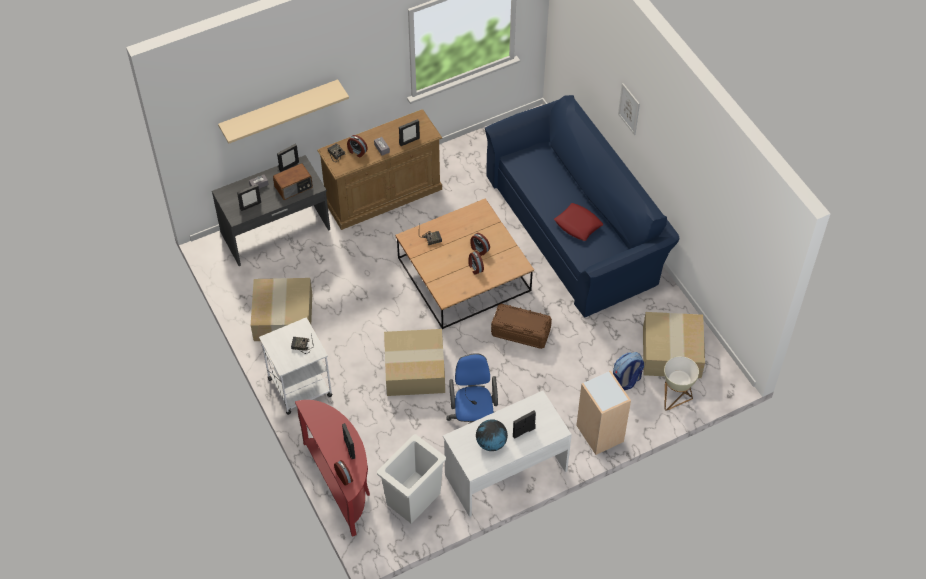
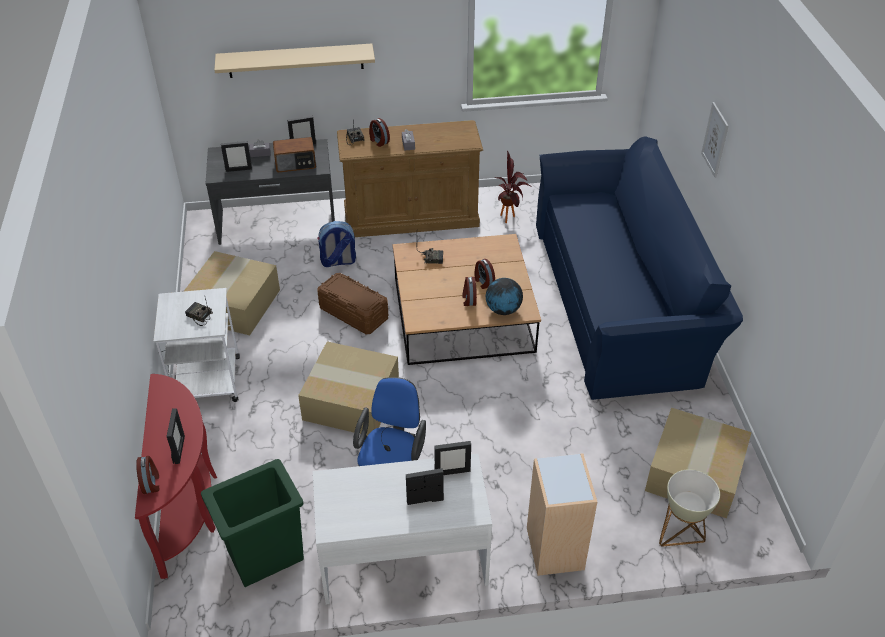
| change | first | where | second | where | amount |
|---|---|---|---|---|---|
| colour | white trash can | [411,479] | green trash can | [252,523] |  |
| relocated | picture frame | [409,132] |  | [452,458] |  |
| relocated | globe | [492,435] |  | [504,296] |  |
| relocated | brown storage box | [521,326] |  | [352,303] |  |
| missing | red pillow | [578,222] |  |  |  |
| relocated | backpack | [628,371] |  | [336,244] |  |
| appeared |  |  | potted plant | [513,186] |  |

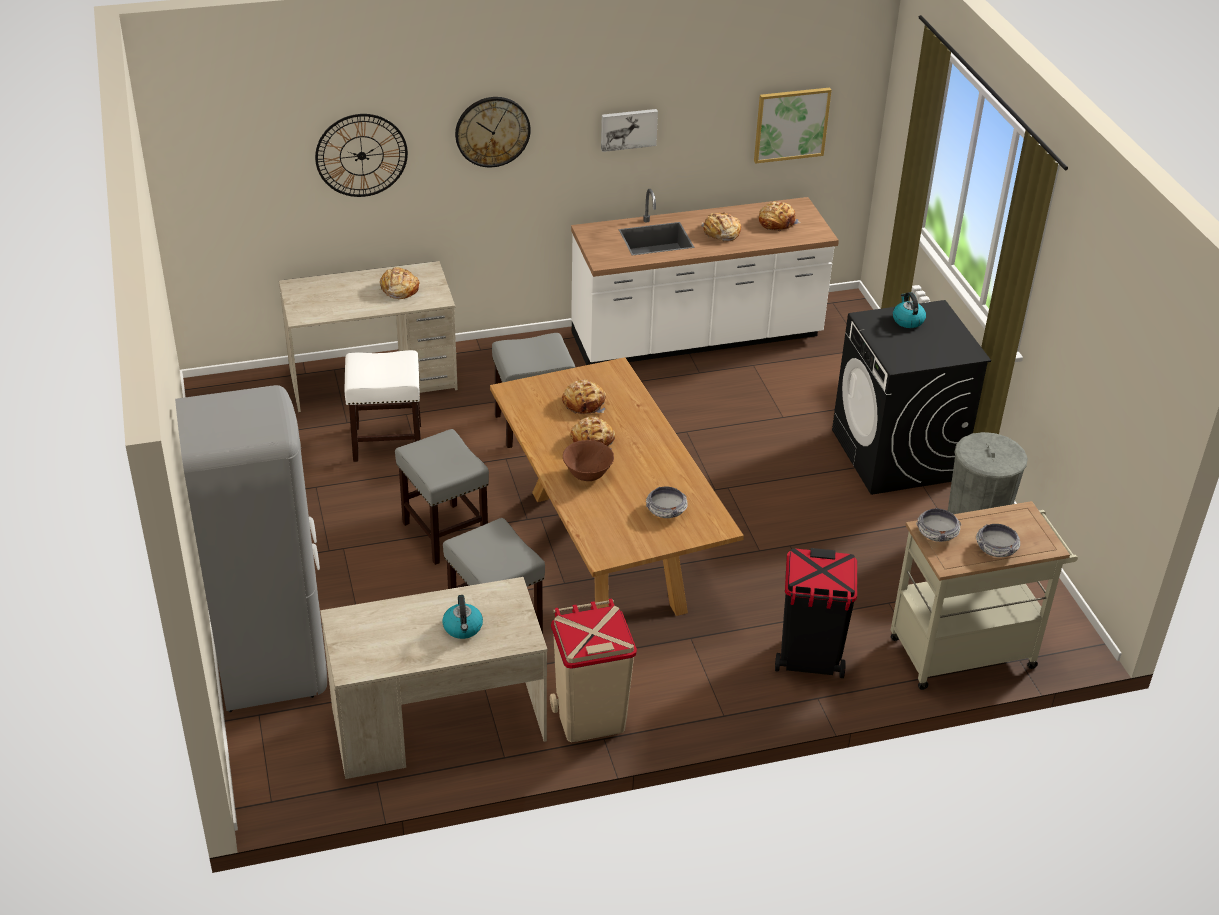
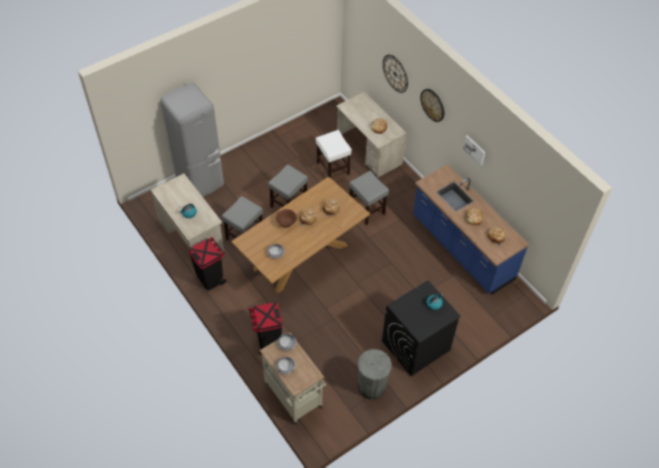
| change | first | where | second | where | amount |
|---|---|---|---|---|---|
| colour | beige trash can | [593,670] | black trash can | [207,264] |  |
| colour | white counter | [705,277] | blue counter | [471,229] |  |
| missing | picture | [792,125] |  |  |  |

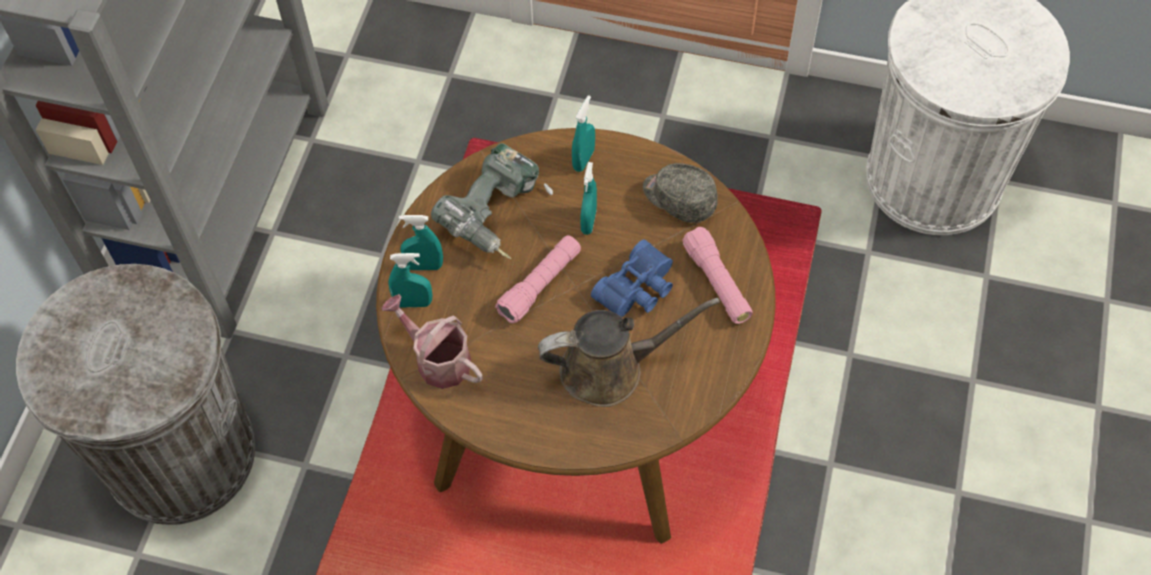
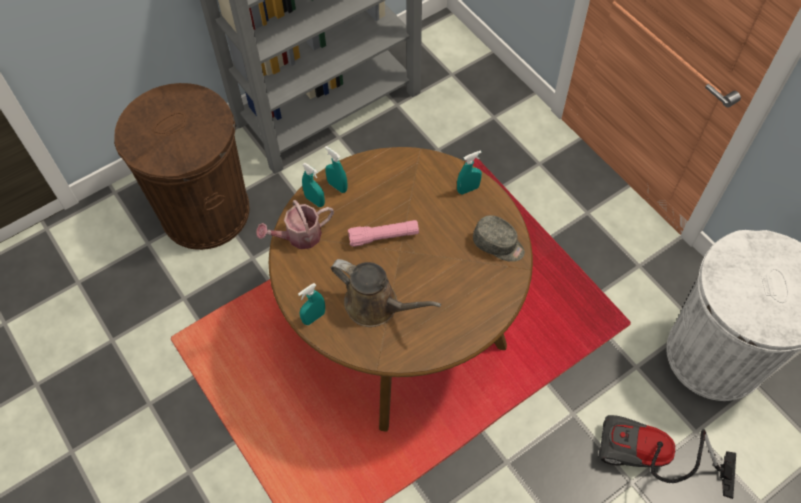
| change | first | where | second | where | amount |
|---|---|---|---|---|---|
| colour | grey trash can | [135,394] | brown trash can | [181,166] |  |
| spun | watering can | [432,341] |  | [295,224] | 105 degrees counterclockwise |
| missing | power drill | [492,201] |  |  |  |
| relocated | turquoise spray bottle | [588,198] |  | [311,304] |  |
| missing | blue binoculars | [632,278] |  |  |  |
| spun | grey cap | [680,193] |  | [499,238] | 135 degrees clockwise |
| missing | pink flashlight | [717,275] |  |  |  |
| appeared |  |  | vacuum cleaner | [667,457] |  |

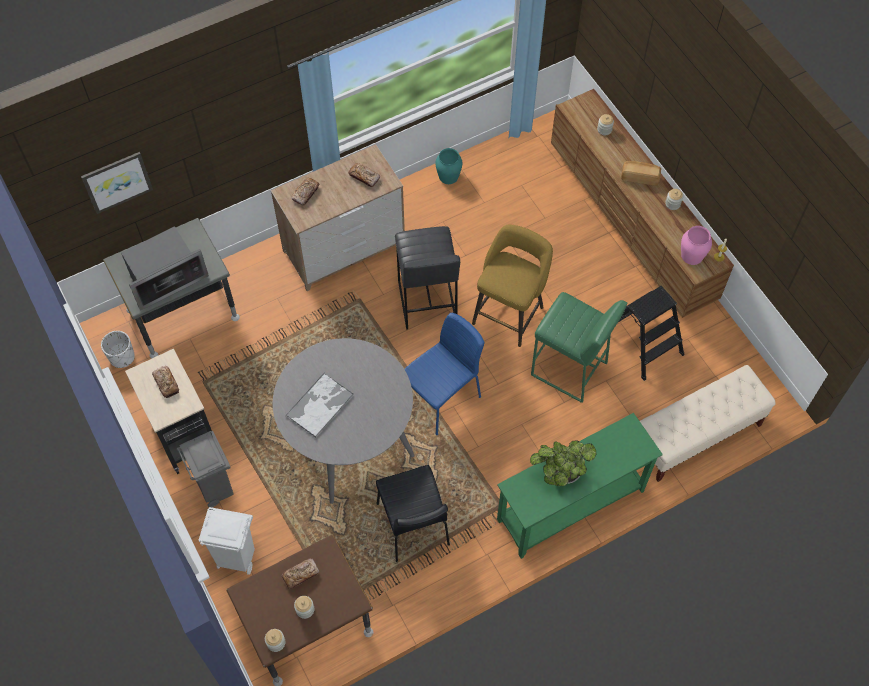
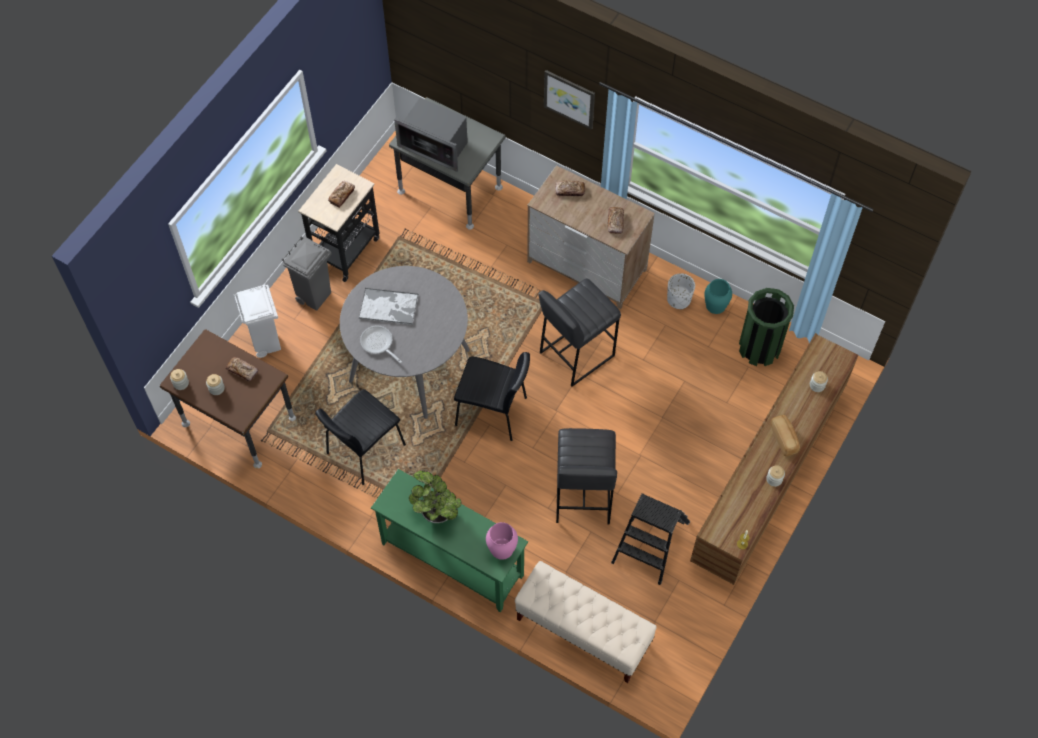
| change | first | where | second | where | amount |
|---|---|---|---|---|---|
| relocated | picture | [117,183] |  | [569,100] |  |
| relocated | white planter | [118,349] |  | [681,291] |  |
| colour | blue chair | [444,373] | black chair | [492,396] |  |
| missing | yellow stool | [512,286] |  |  |  |
| colour | green stool | [579,347] | grey stool | [586,476] |  |
| relocated | pink vase | [696,245] |  | [502,541] |  |
| appeared |  |  | frying pan | [381,344] |  |
| appeared |  |  | green trash can | [766,327] |  |

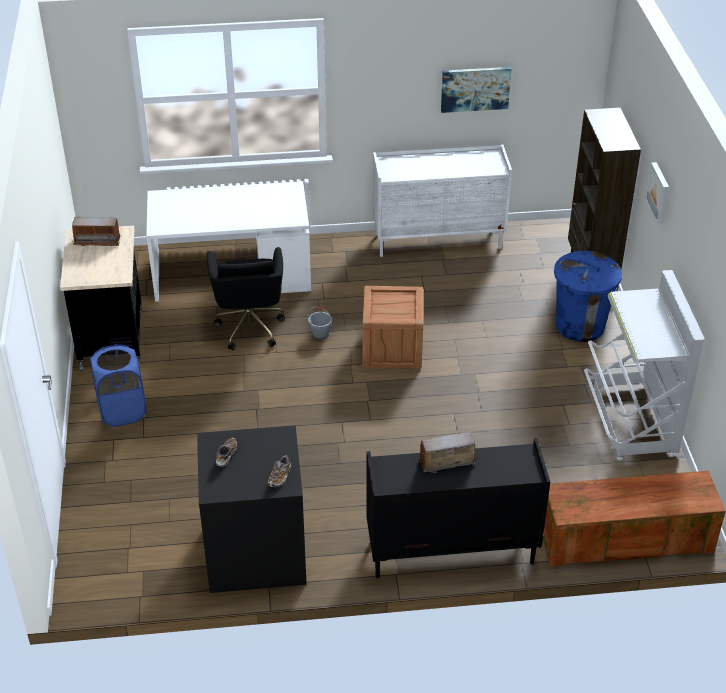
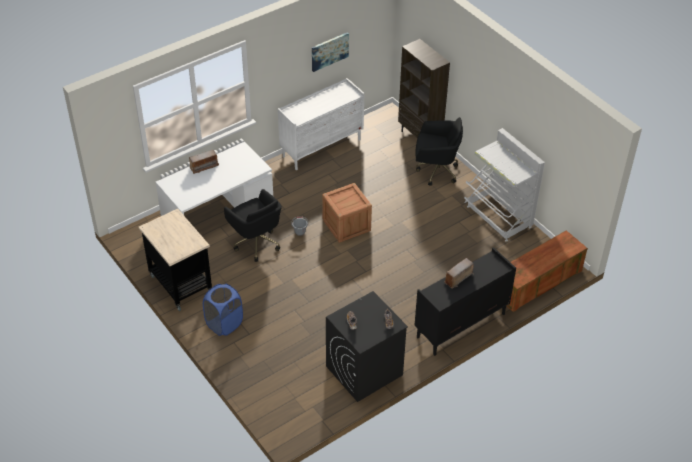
| change | first | where | second | where | amount |
|---|---|---|---|---|---|
| relocated | radio | [96,231] |  | [204,161] |  |
| exchanged | blue trash can | [588,296] | black office chair | [439,151] |  |
| missing | picture | [657,193] |  |  |  |

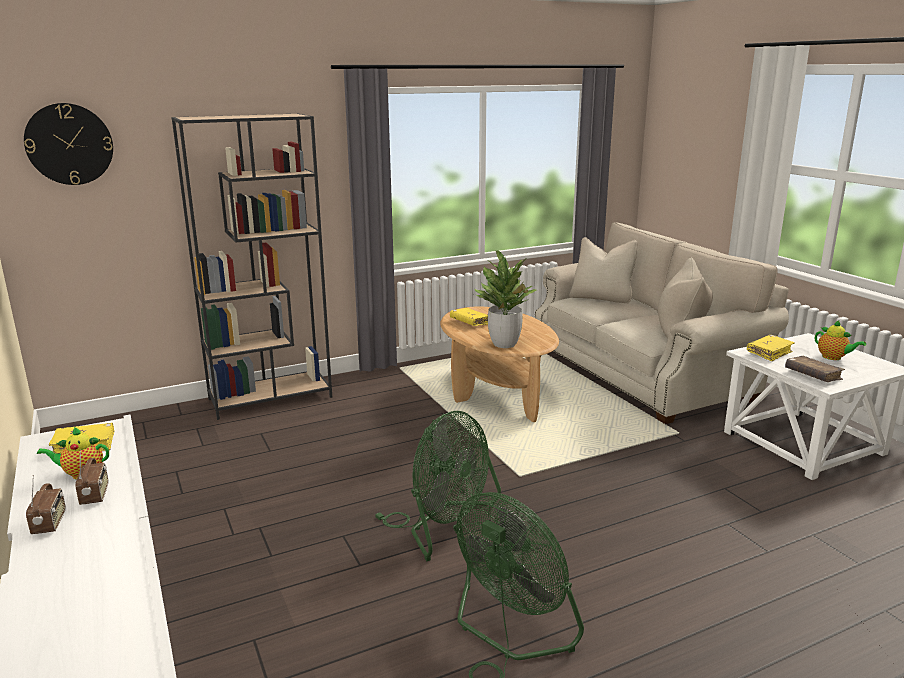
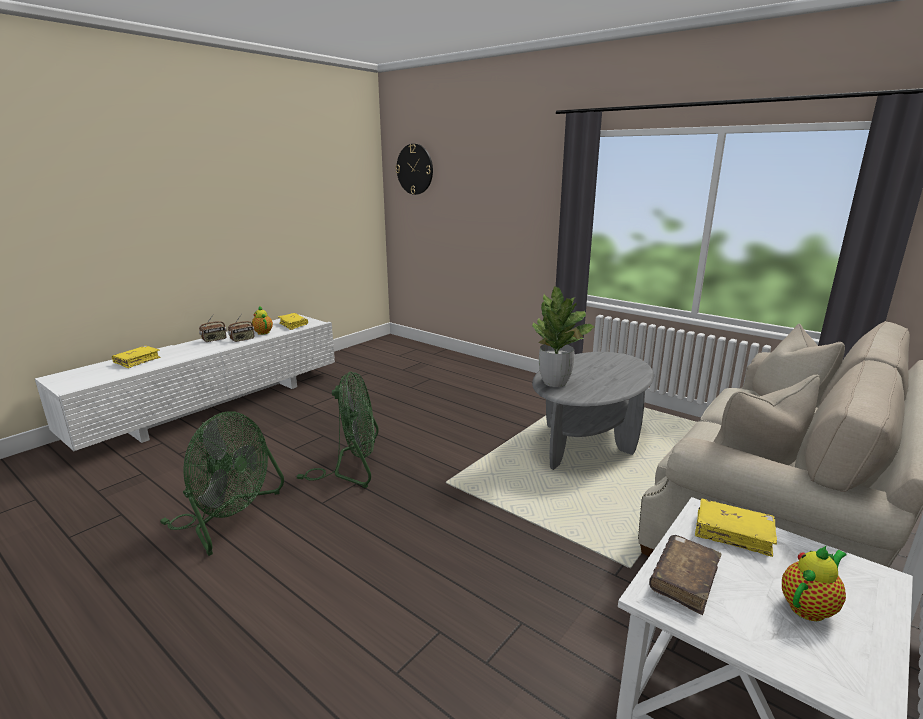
| change | first | where | second | where | amount |
|---|---|---|---|---|---|
| missing | bookcase | [252,267] |  |  |  |
| spun | green fan | [438,486] |  | [337,430] | 105 degrees counterclockwise |
| colour | brown coffee table | [499,364] | grey coffee table | [593,411] |  |
| relocated | yellow book | [469,317] |  | [136,357] |  |
| spun | teapot | [840,340] |  | [814,583] | 150 degrees counterclockwise |

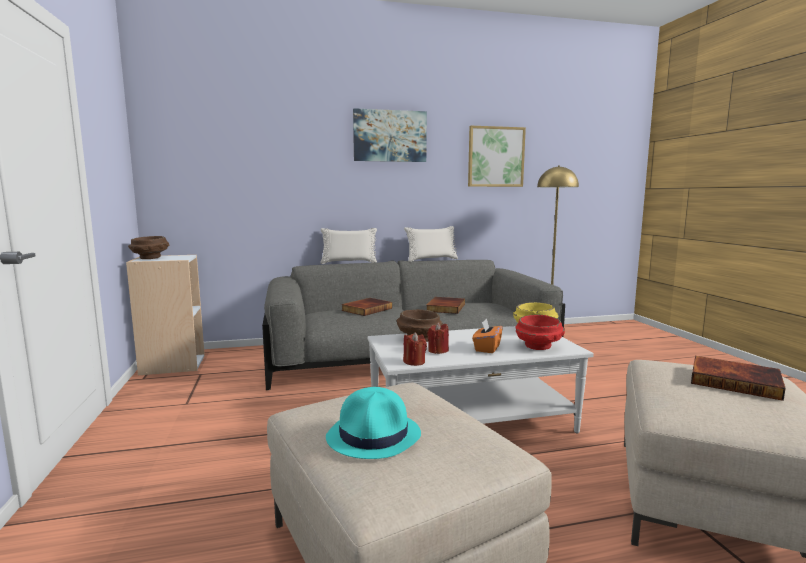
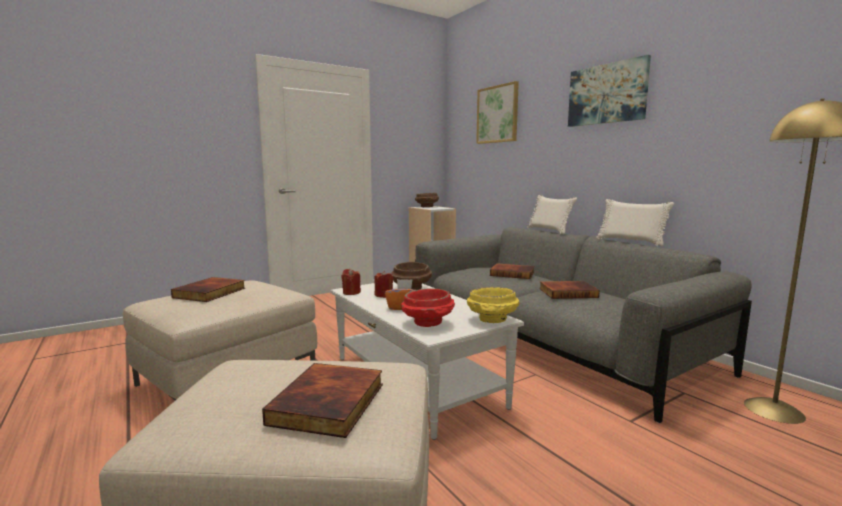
| change | first | where | second | where | amount |
|---|---|---|---|---|---|
| exchanged | turquoise hat | [373,423] | book | [208,289] |  |
| relocated | picture | [497,156] |  | [497,112] |  |

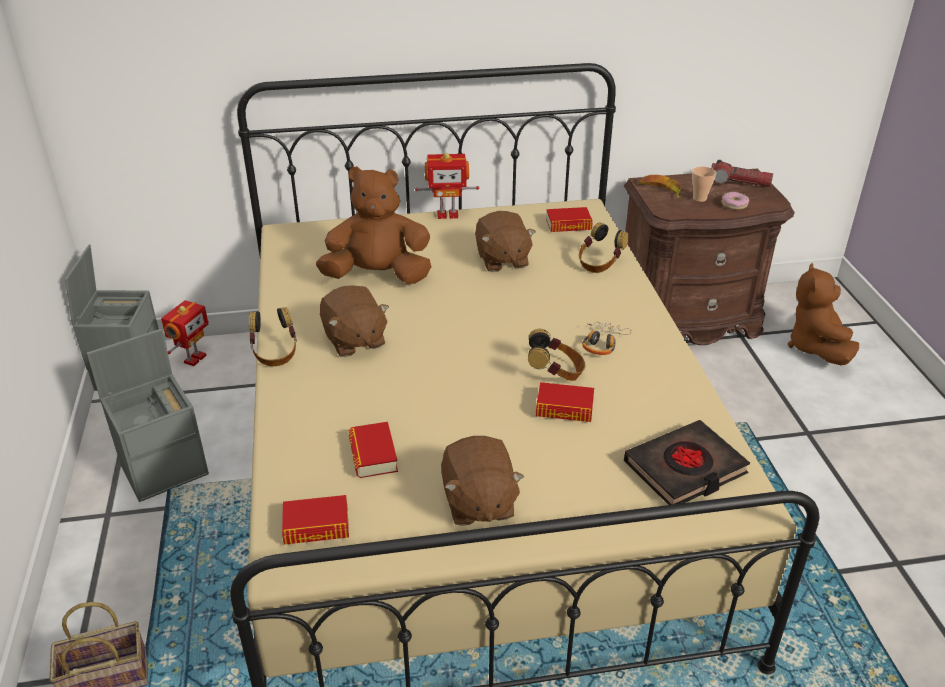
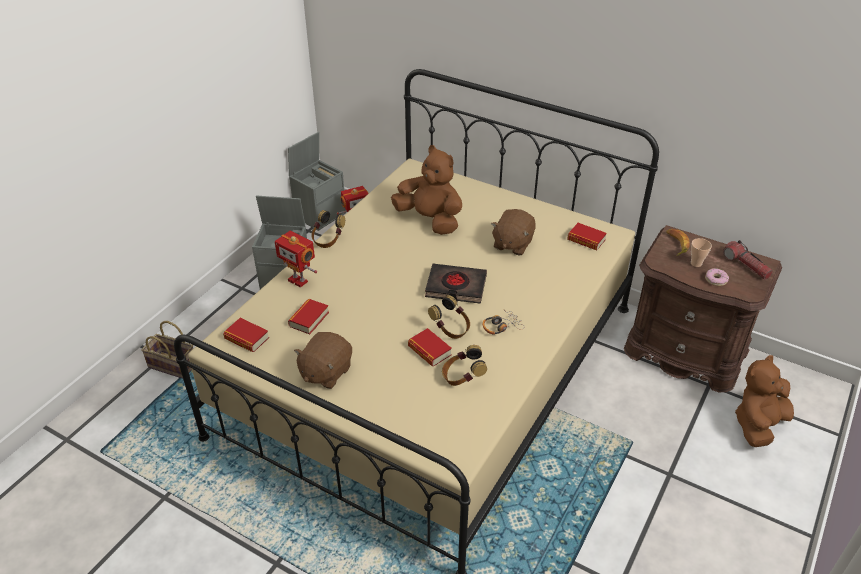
| change | first | where | second | where | amount |
|---|---|---|---|---|---|
| missing | brown plush toy | [354,321] |  |  |  |
| relocated | toy robot | [447,186] |  | [296,259] |  |
| relocated | headphones | [604,247] |  | [464,365] |  |
| relocated | black book | [687,462] |  | [456,284] |  |

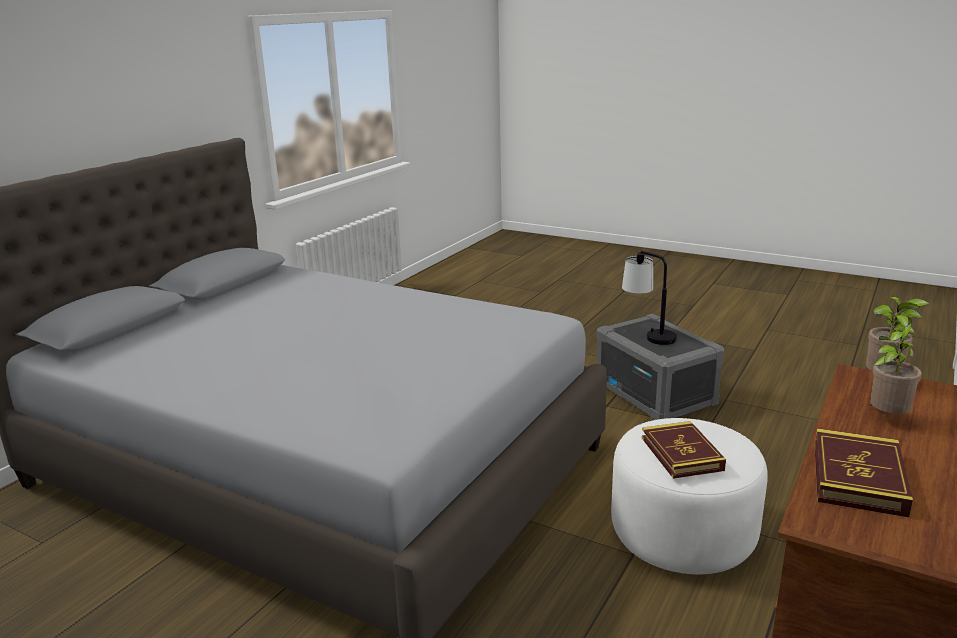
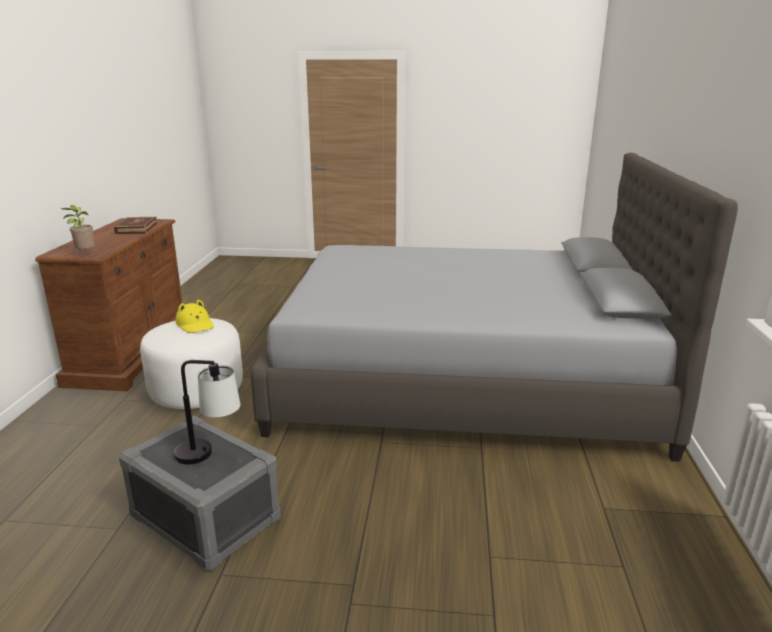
| change | first | where | second | where | amount |
|---|---|---|---|---|---|
| exchanged | book | [684,450] | yellow hat | [195,316] |  |
| missing | potted plant | [896,368] |  |  |  |

